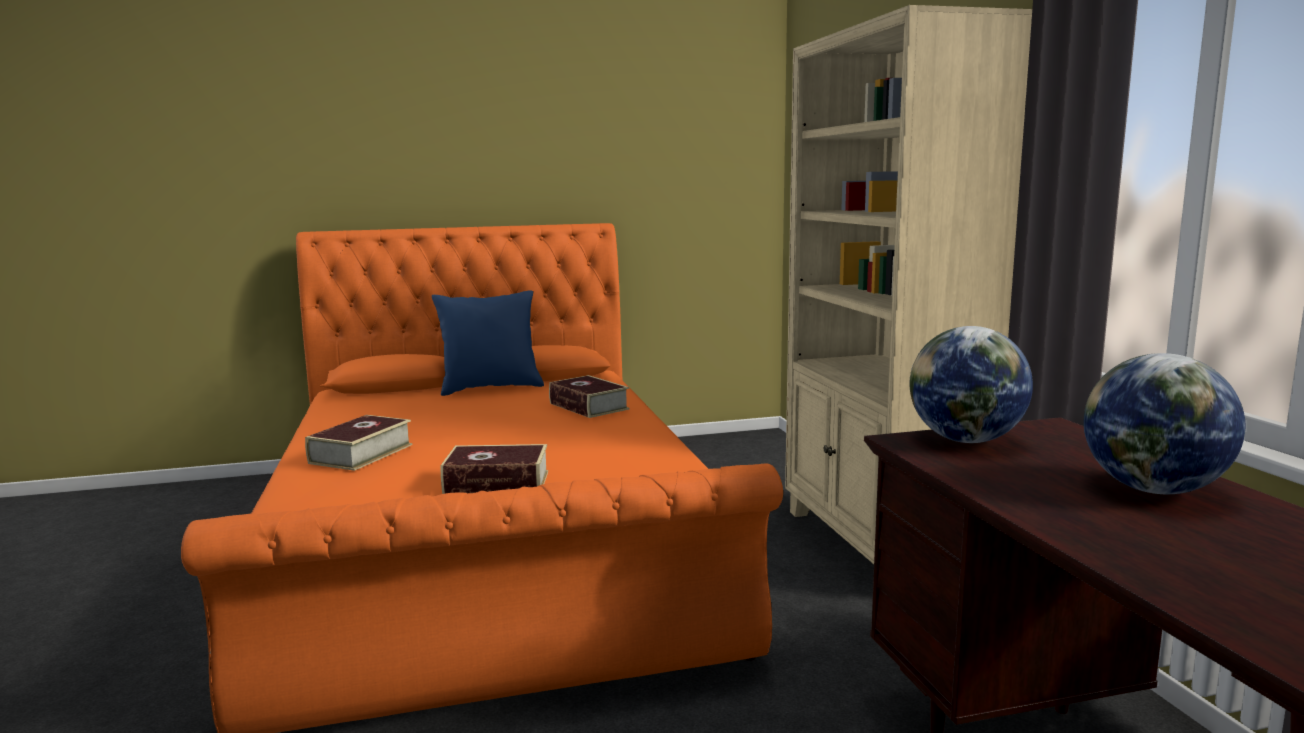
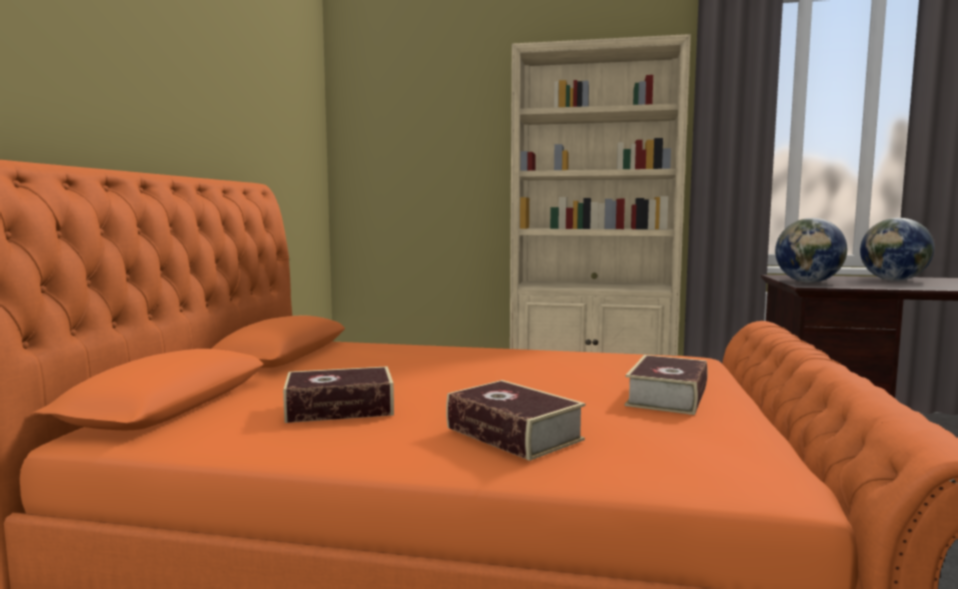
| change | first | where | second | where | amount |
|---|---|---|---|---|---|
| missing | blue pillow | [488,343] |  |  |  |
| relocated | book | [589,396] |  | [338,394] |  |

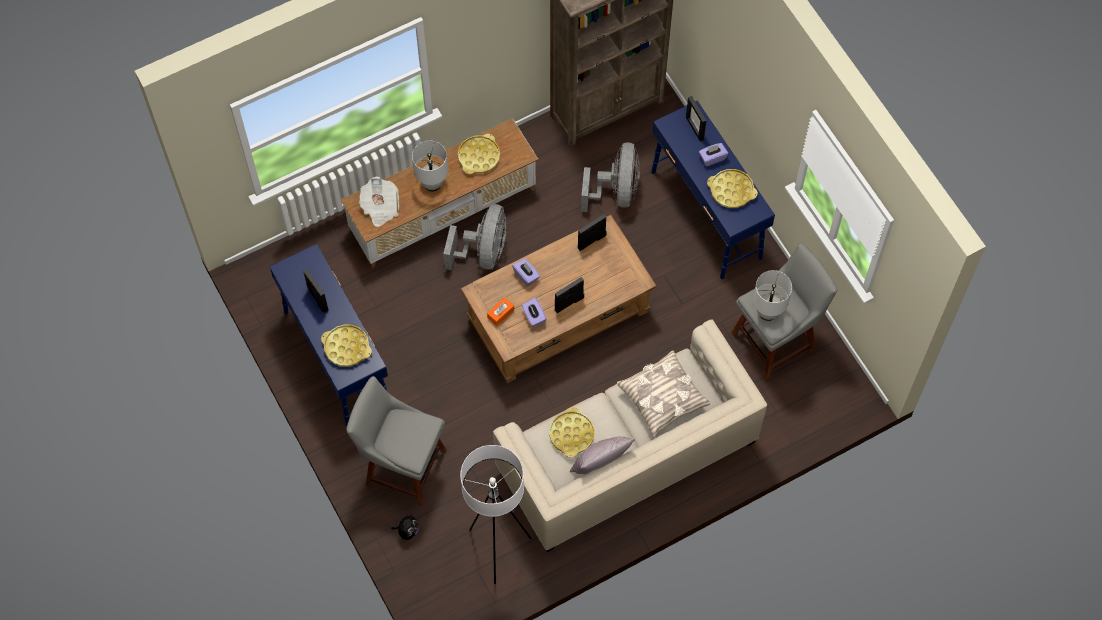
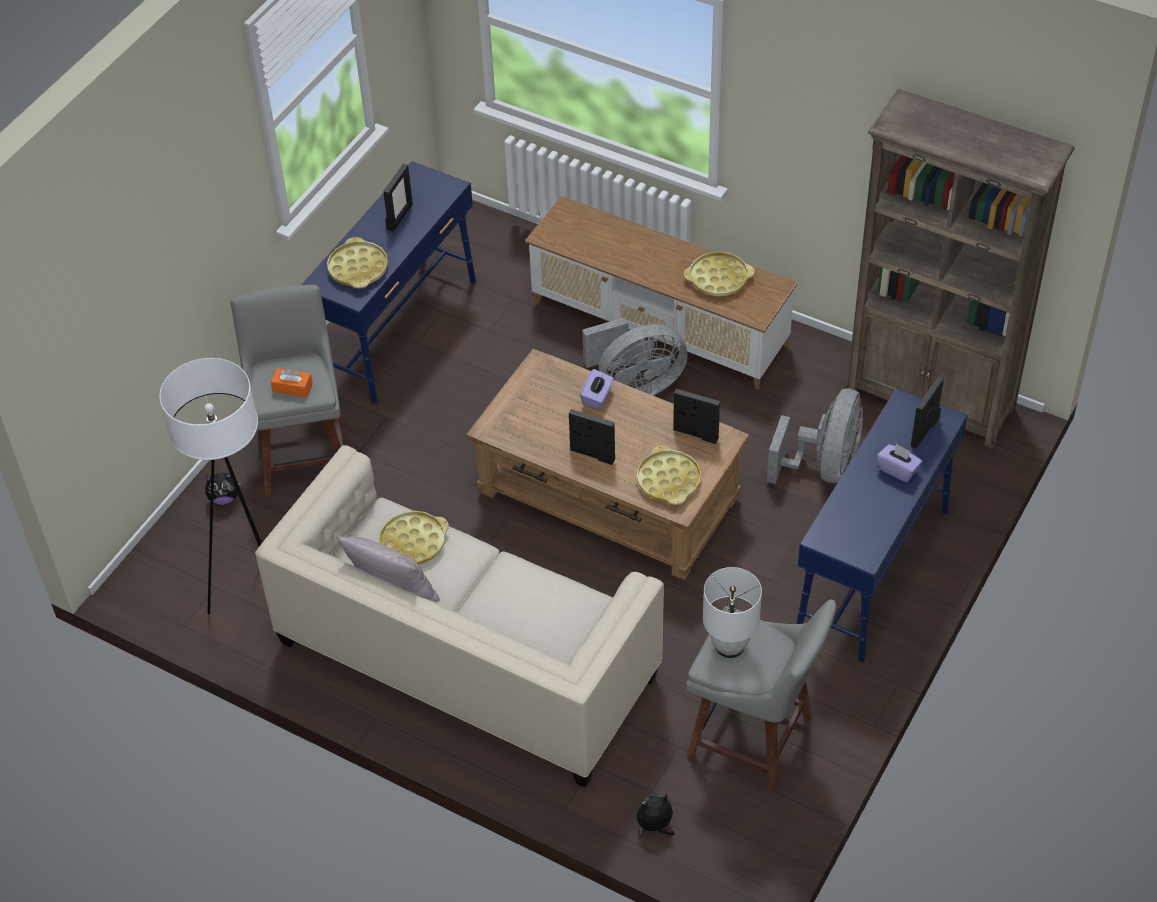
| change | first | where | second | where | amount |
|---|---|---|---|---|---|
| missing | newspaper | [379,201] |  |  |  |
| missing | white table lamp | [430,166] |  |  |  |
| relocated | orange tissue box | [500,311] |  | [292,383] |  |
| missing | purple tissue box | [534,312] |  |  |  |
| spun | grey fan | [610,177] |  | [815,436] | 45 degrees counterclockwise |
| missing | beige pillow | [663,394] |  |  |  |
| relocated | yellow tray | [732,188] |  | [669,475] |  |
| appeared |  |  | plush toy | [656,814] |  |

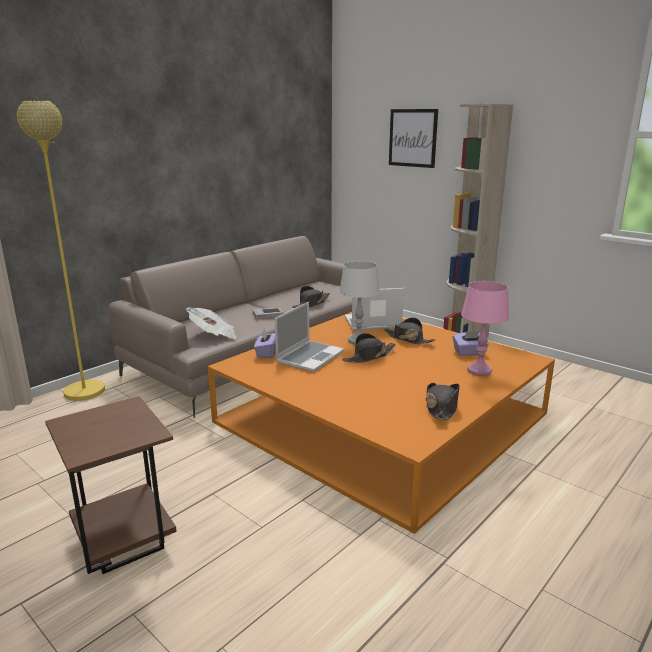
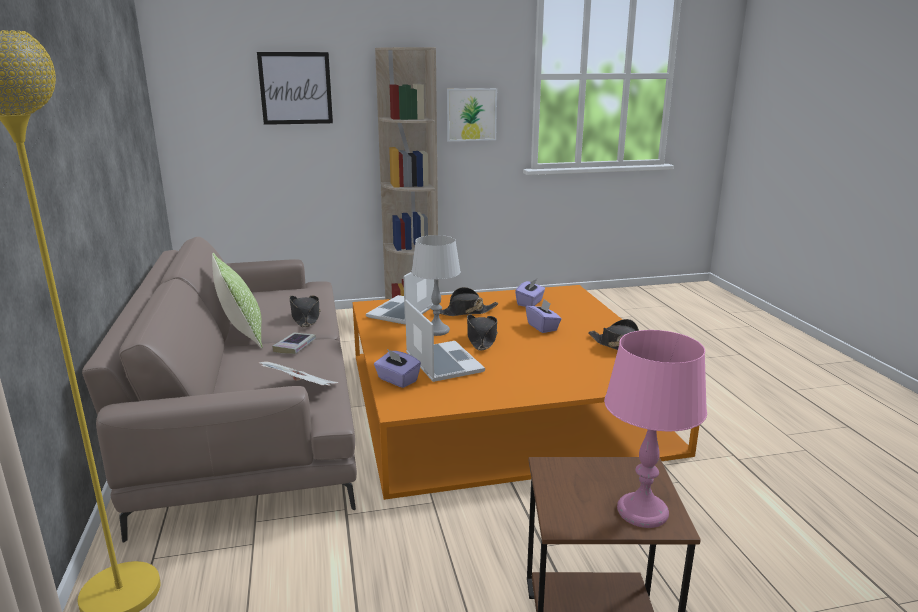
| change | first | where | second | where | amount |
|---|---|---|---|---|---|
| relocated | pink table lamp | [485,328] |  | [655,429] |  |
| appeared |  |  | pillow | [237,301] |  |
| appeared |  |  | picture | [472,114] |  |
| appeared |  |  | purple tissue box | [544,316] |  |

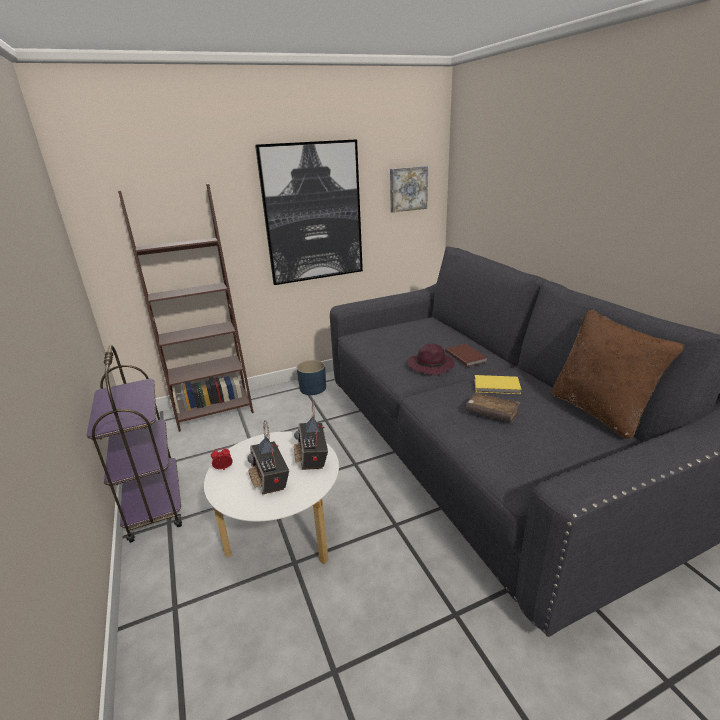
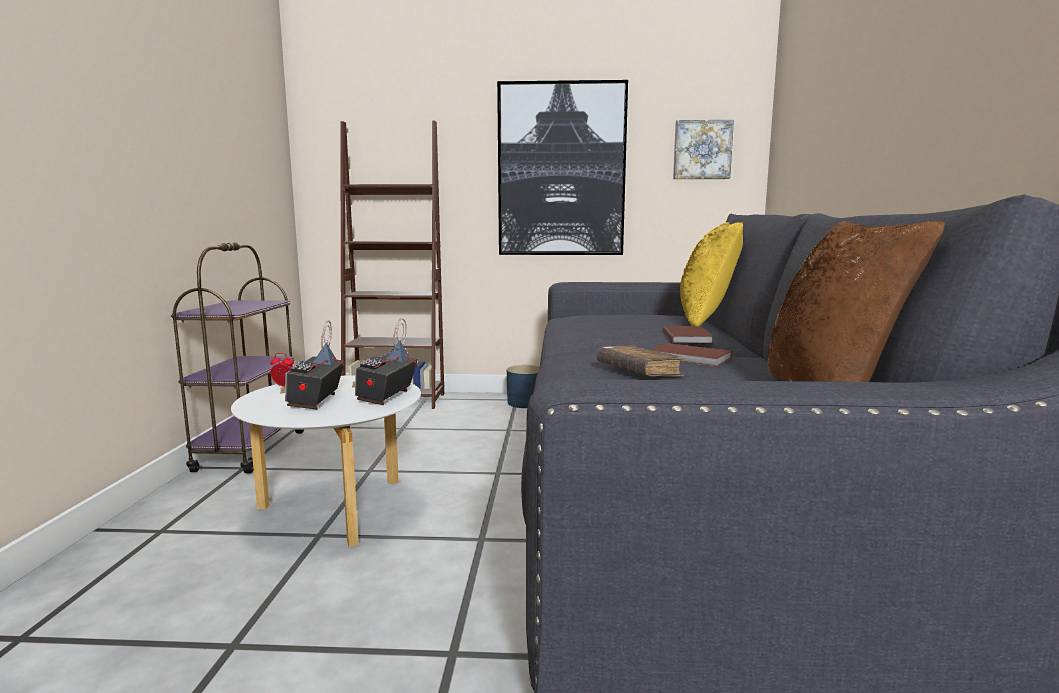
| change | first | where | second | where | amount |
|---|---|---|---|---|---|
| missing | purple hat | [431,359] |  |  |  |
| colour | yellow book | [498,384] | brown book | [691,355] |  |
| appeared |  |  | yellow pillow | [711,274] |  |

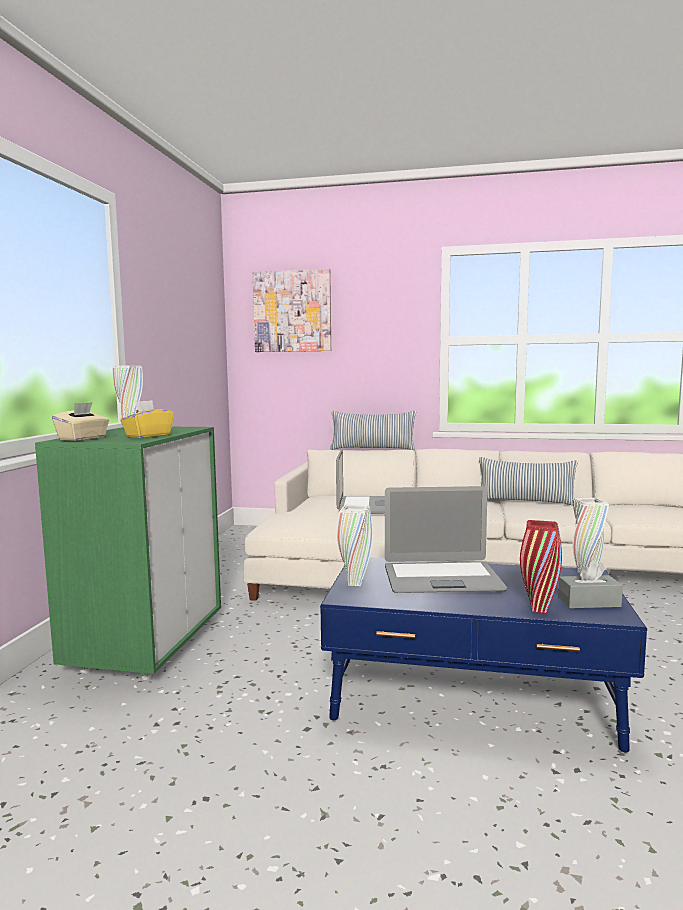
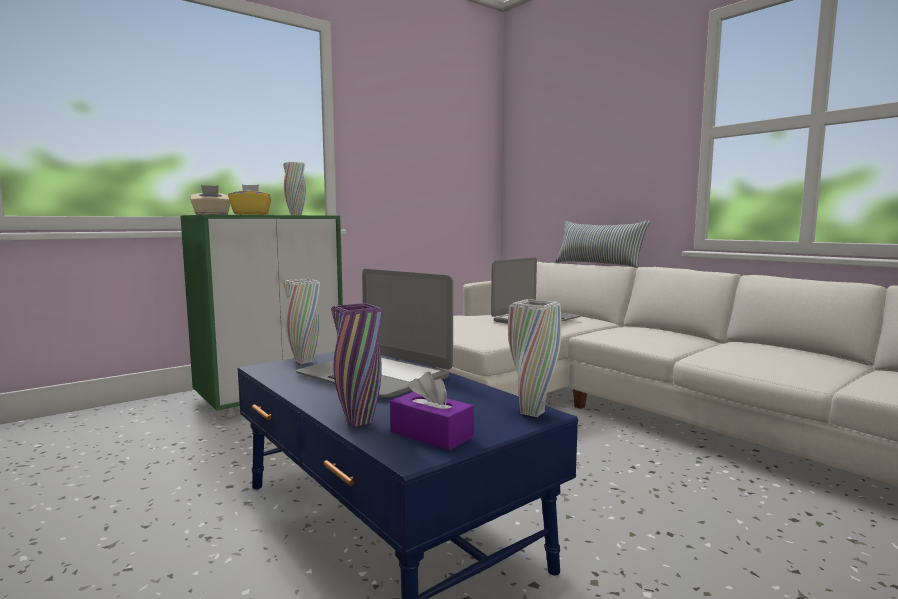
| change | first | where | second | where | amount |
|---|---|---|---|---|---|
| missing | picture | [292,310] |  |  |  |
| missing | pillow | [528,481] |  |  |  |
| colour | red vase | [541,566] | purple vase | [357,365] |  |
| colour | grey tissue box | [590,584] | purple tissue box | [432,411] |  |

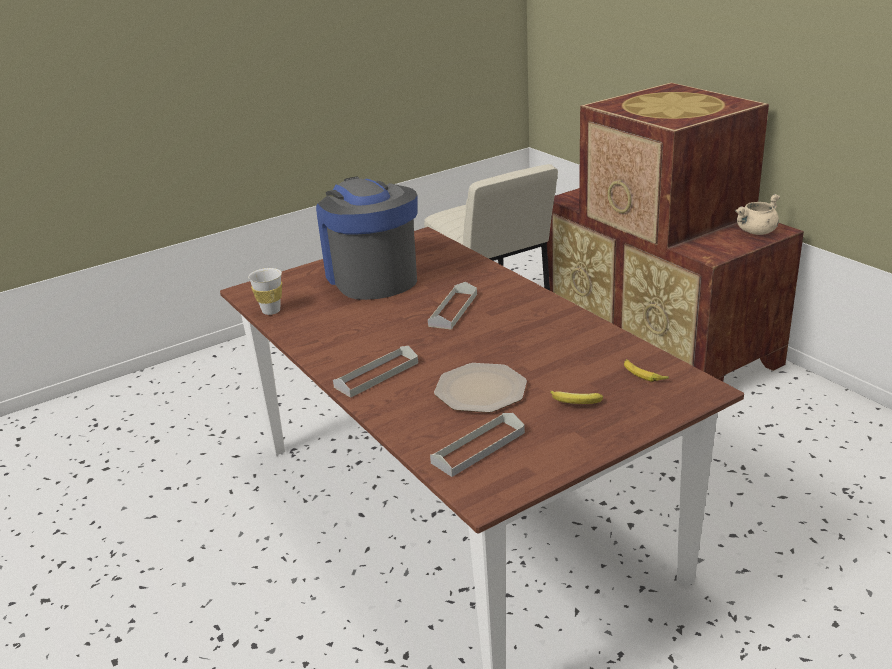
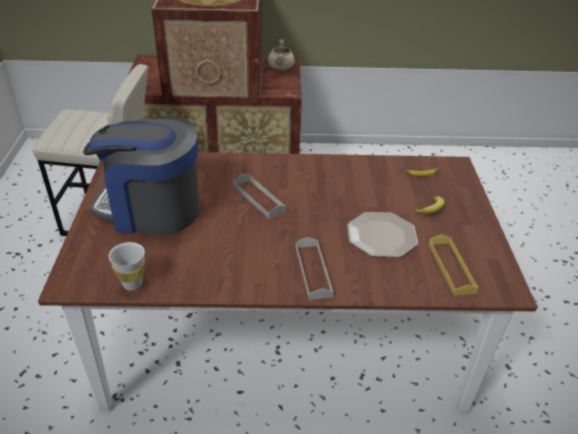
| change | first | where | second | where | amount |
|---|---|---|---|---|---|
| colour | grey tray | [477,445] | yellow tray | [454,265] |  |

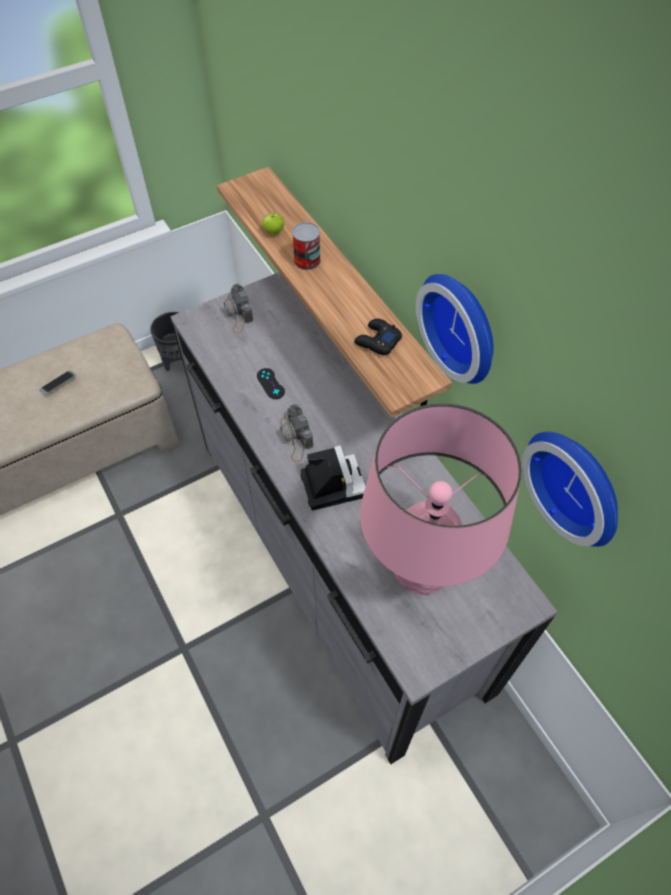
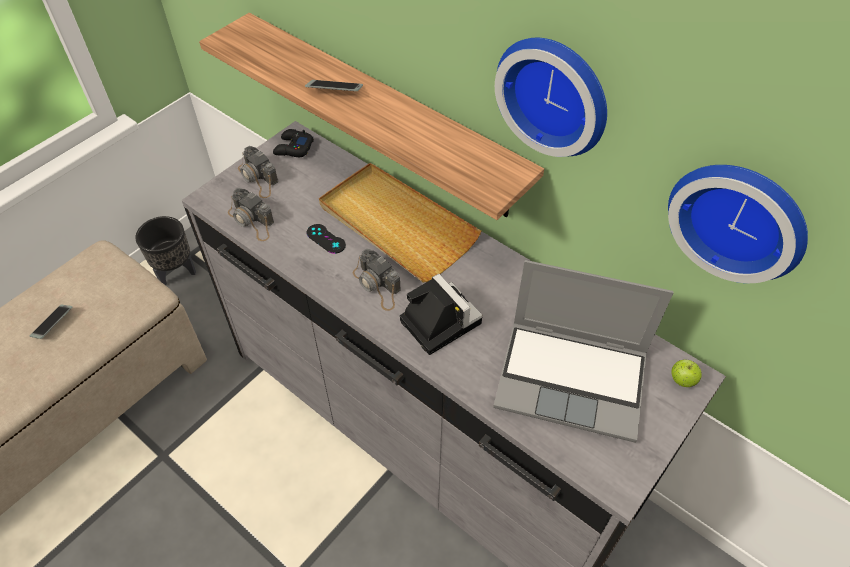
| change | first | where | second | where | amount |
|---|---|---|---|---|---|
| relocated | apple | [273,223] |  | [687,373] |  |
| exchanged | can | [306,246] | phone | [334,85] |  |
| relocated | black game controller | [378,337] |  | [293,143] |  |
| exchanged | pink table lamp | [441,499] | laptop | [583,351] |  |
| appeared |  |  | photo camera | [251,214] |  |
| appeared |  |  | beige tray | [400,222] |  |

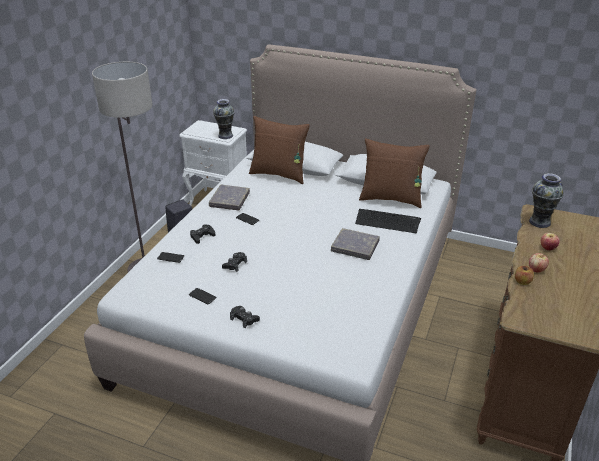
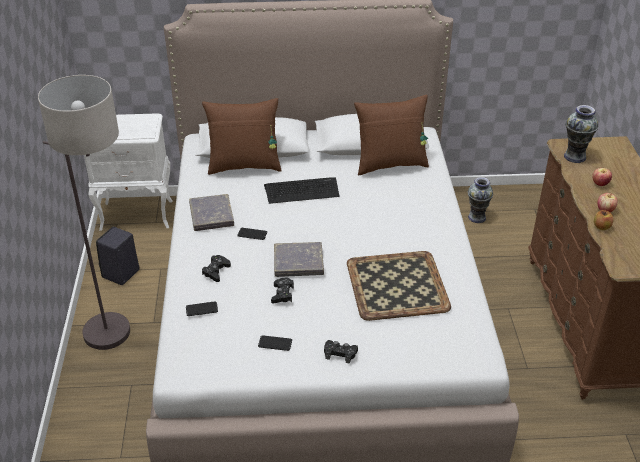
| change | first | where | second | where | amount |
|---|---|---|---|---|---|
| relocated | vase | [223,119] |  | [480,200] |  |
| relocated | grey book | [355,244] |  | [299,259] |  |
| relocated | keyboard | [388,221] |  | [302,190] |  |
| appeared |  |  | tray | [399,286] |  |

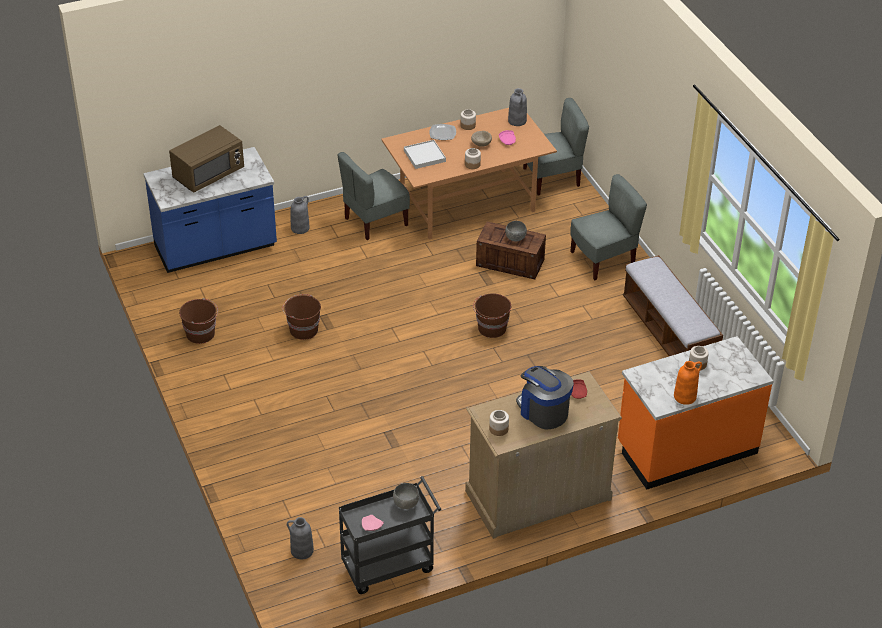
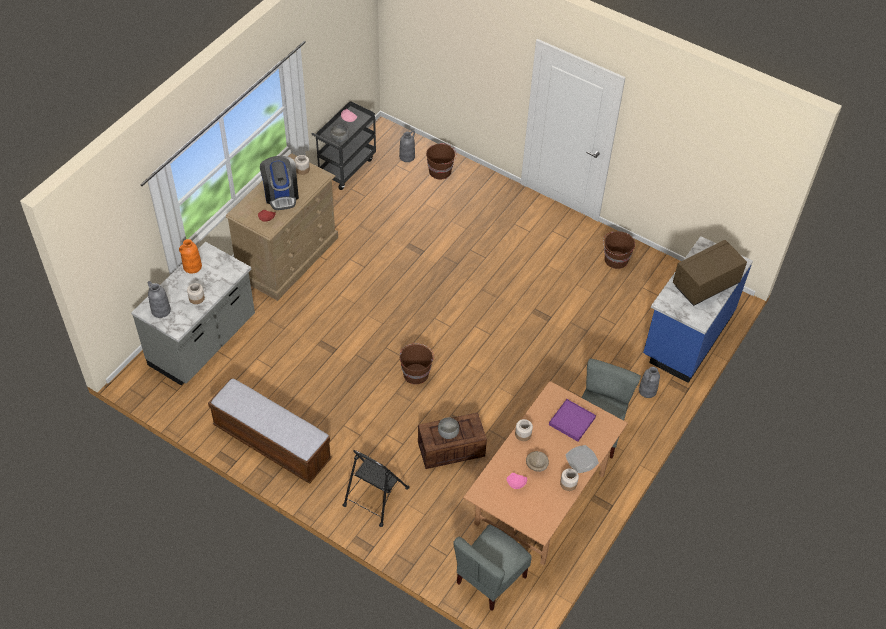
| change | first | where | second | where | amount |
|---|---|---|---|---|---|
| spun | brown microwave | [206,159] |  | [710,273] | 45 degrees clockwise |
| relocated | brown bucket | [301,317] |  | [441,161] |  |
| colour | white tray | [425,154] | purple tray | [572,420] |  |
| relocated | grey vase | [517,107] |  | [159,299] |  |
| spun | coffee machine | [545,398] |  | [279,183] | 60 degrees clockwise |
| exchanged | grey chair | [608,227] | black step ladder | [376,488] |  |
| colour | orange counter | [696,413] | grey counter | [193,314] |  |

